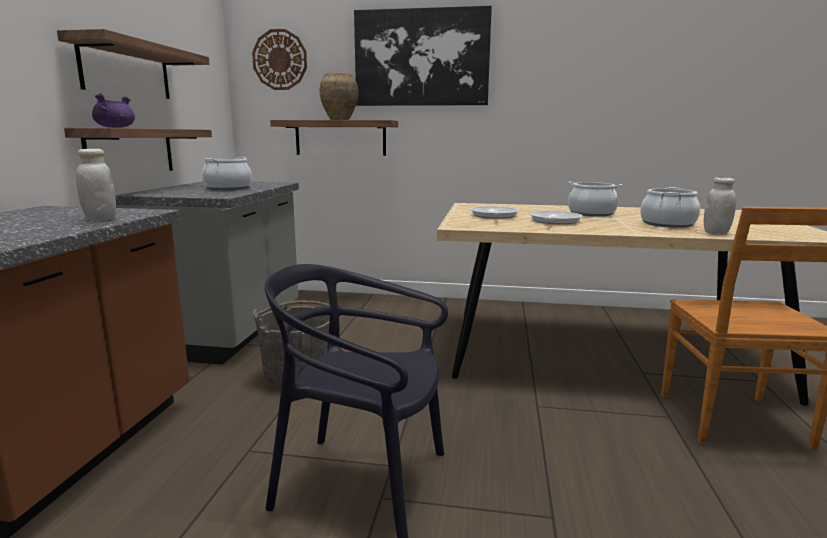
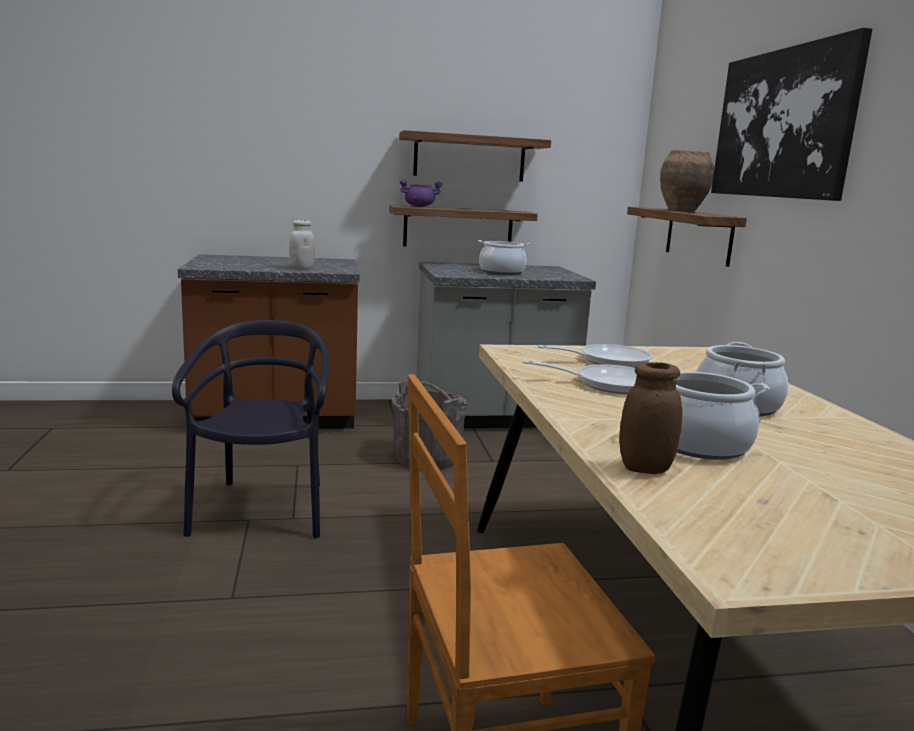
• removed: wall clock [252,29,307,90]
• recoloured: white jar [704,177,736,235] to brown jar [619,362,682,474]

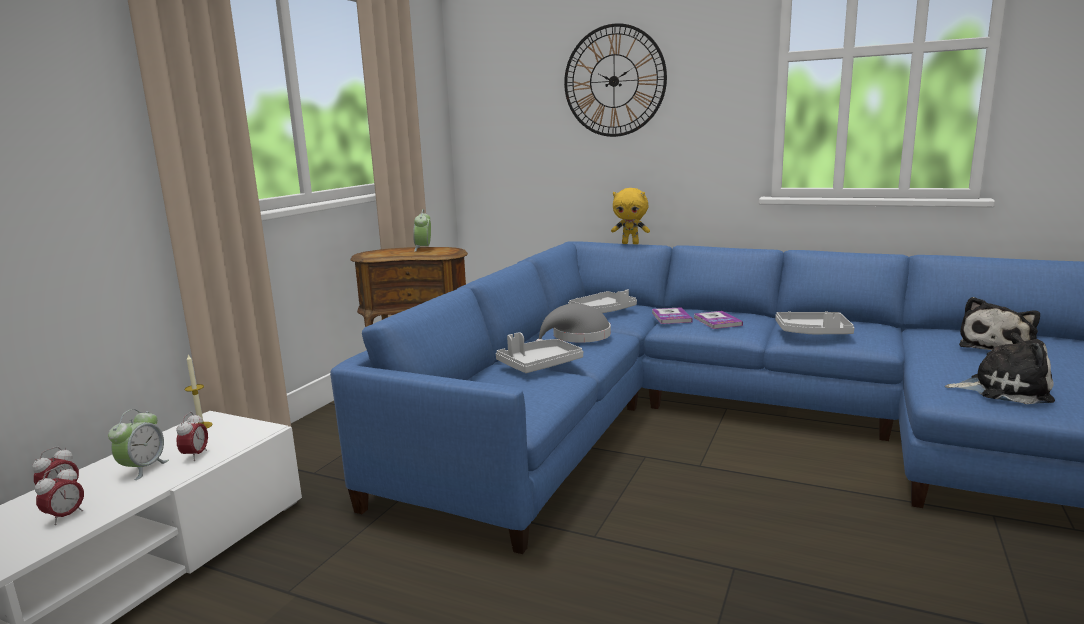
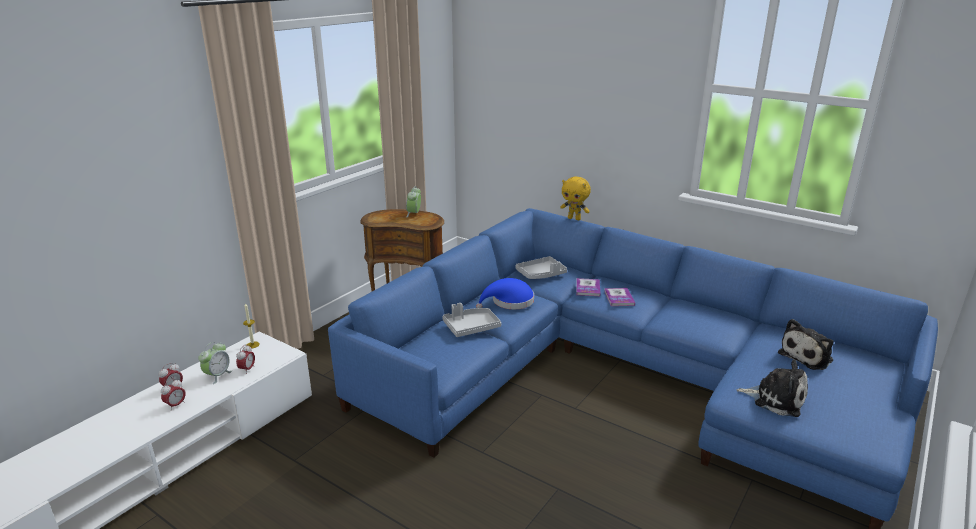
• removed: wall clock [564,23,667,137]
• removed: grey tray [775,312,854,334]
• recoloured: grey hat [536,303,611,343] to blue hat [476,278,534,309]

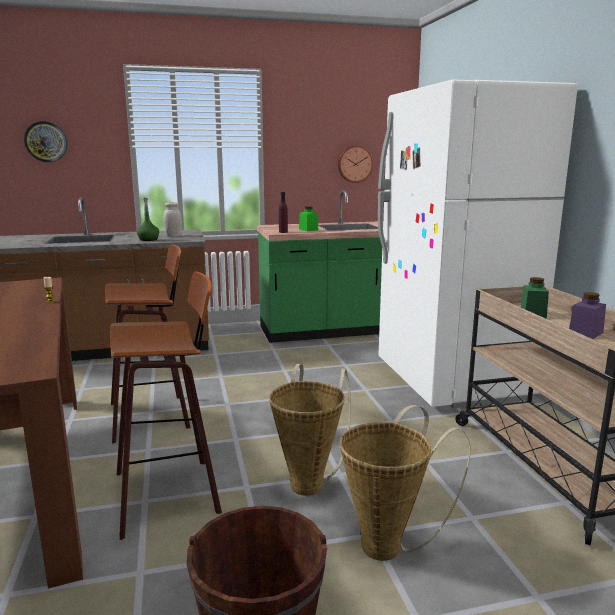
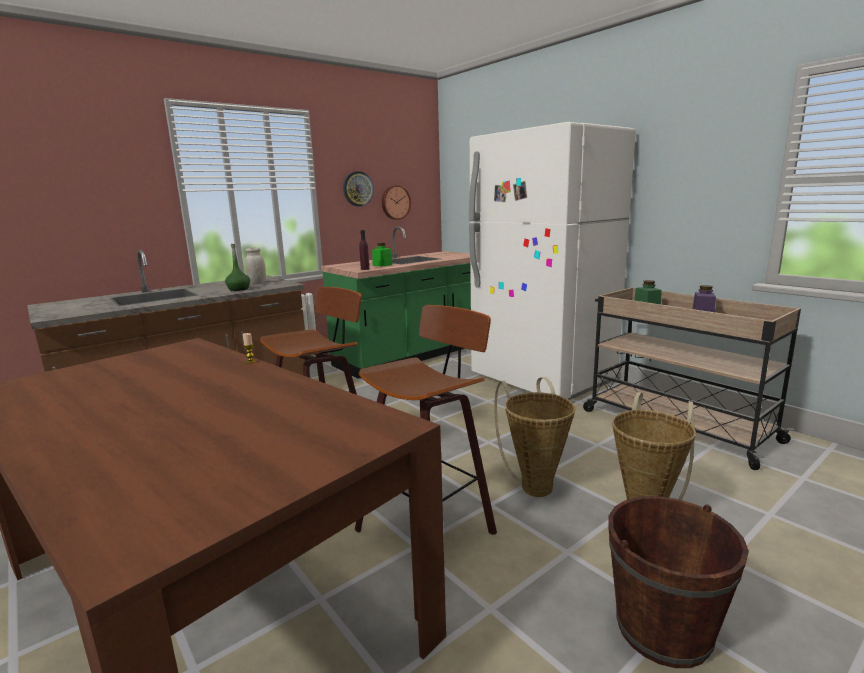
• moved: wall clock [24,121,67,162] to [343,171,374,207]

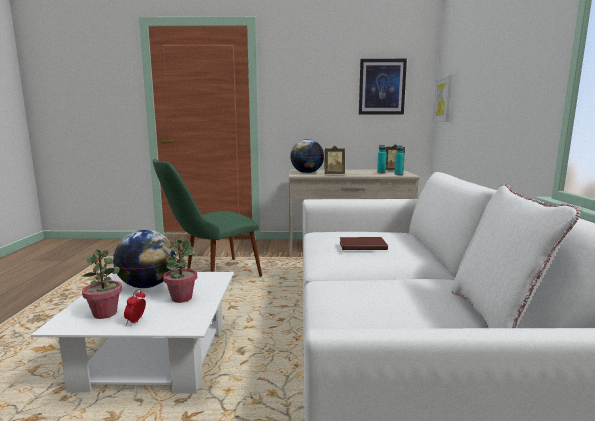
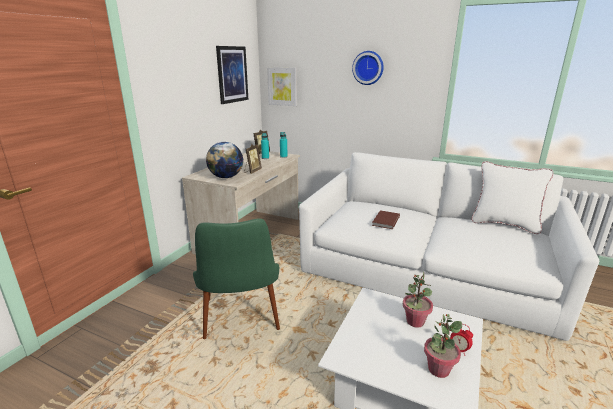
• removed: globe [113,230,176,288]
• added: wall clock [352,51,384,85]

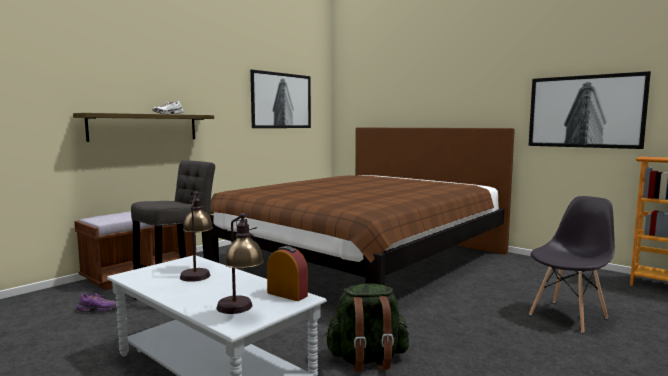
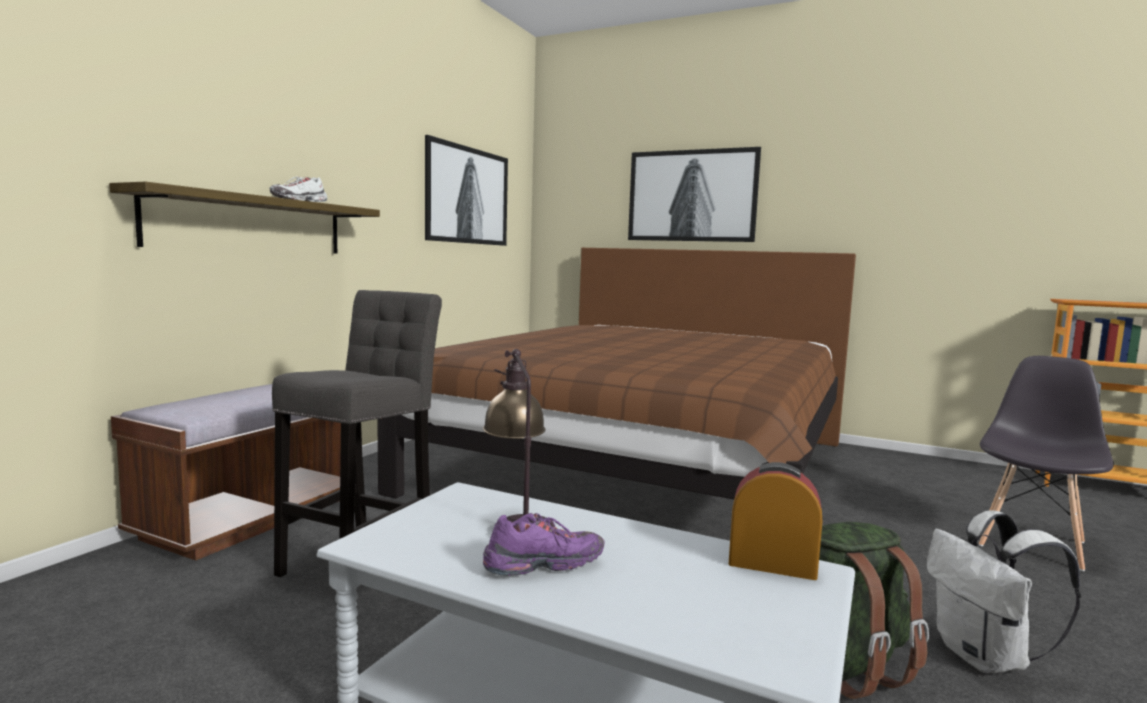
• removed: table lamp [217,213,264,314]
• added: white backpack [927,510,1081,673]
• moved: purple shoe [77,293,117,312] to [483,513,605,576]
• moved: picture [529,71,651,149] to [628,147,761,242]

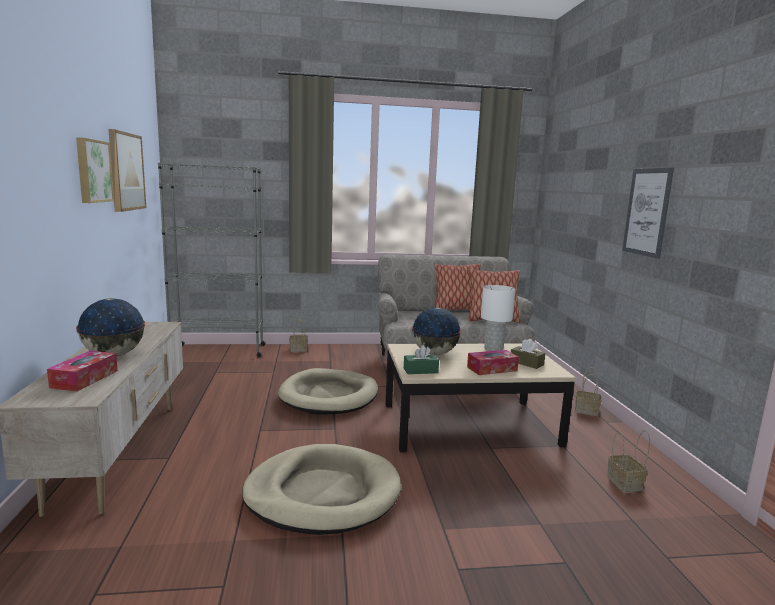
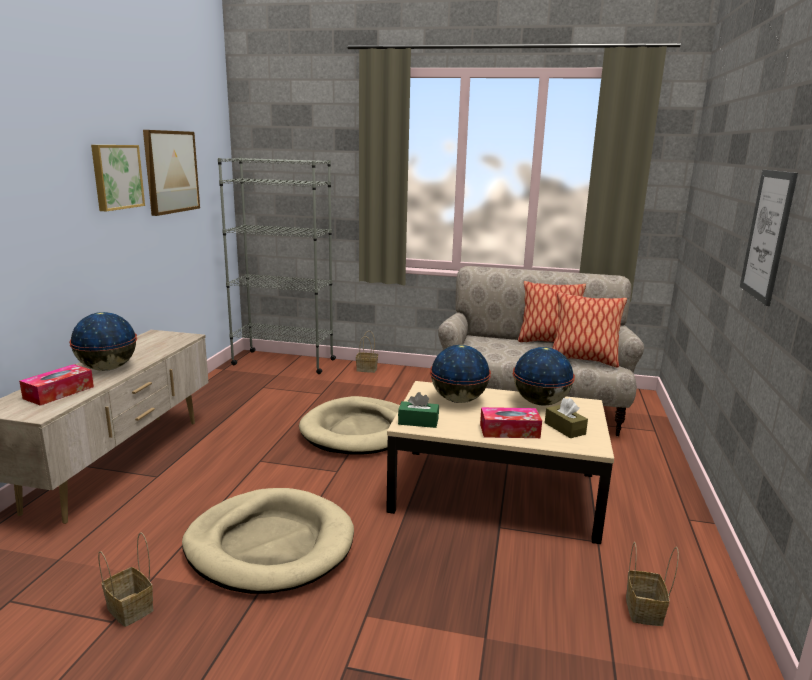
• moved: basket [575,367,602,416] to [98,532,154,627]
• replaced: white table lamp [481,285,516,351] to globe [513,347,575,406]

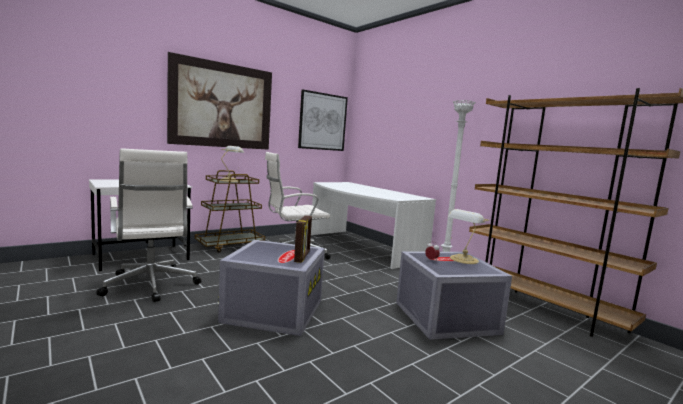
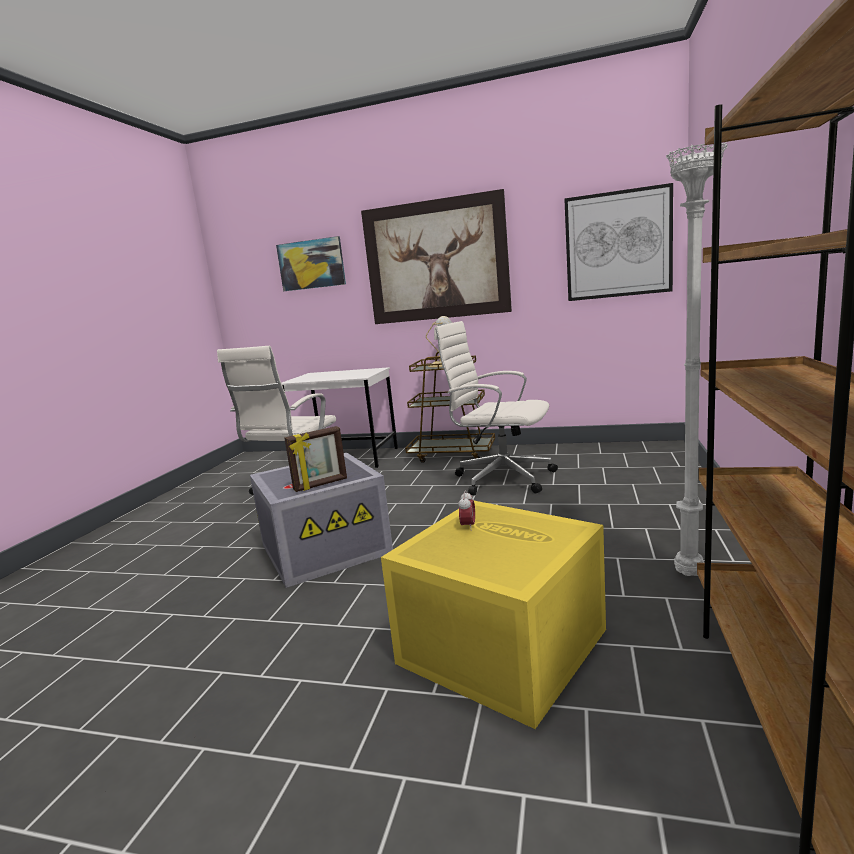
• removed: white desk [311,182,436,269]
• removed: table lamp [448,209,489,264]
• added: picture [276,236,346,291]
• recoloured: grey storage box [396,252,512,340] to yellow storage box [381,500,606,729]

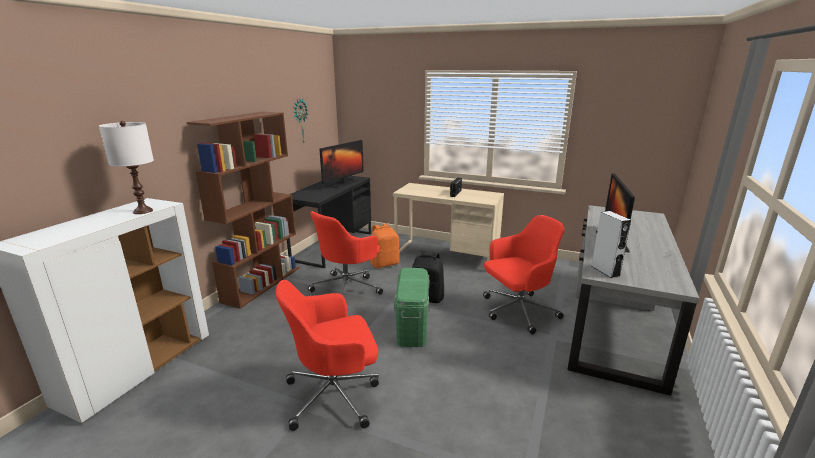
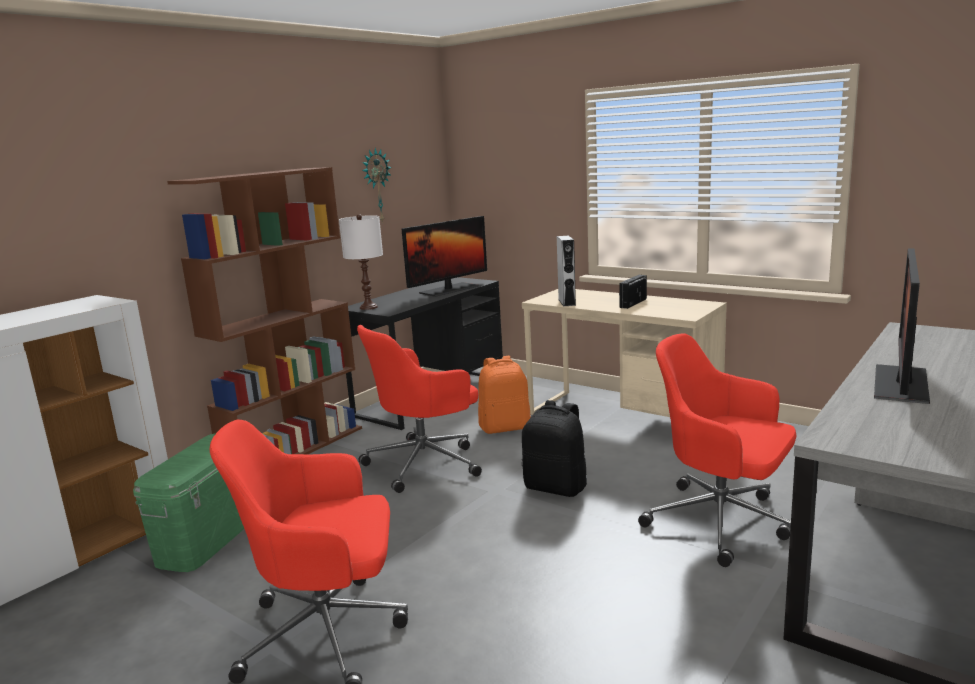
• moved: white table lamp [99,121,154,214] to [339,214,383,310]
• moved: green storage box [394,268,430,347] to [133,434,244,572]
• moved: grey speaker [591,211,631,278] to [557,235,576,307]
• turned: red office chair [483,215,565,335] = [638,333,796,567] 135 degrees counterclockwise

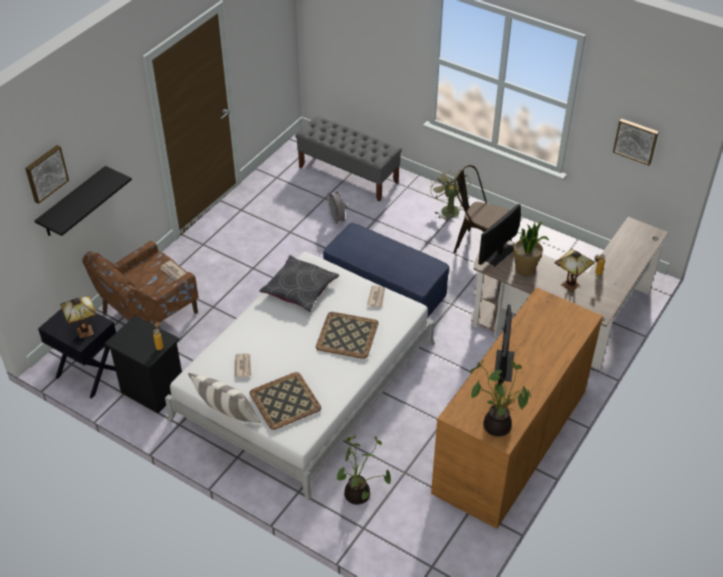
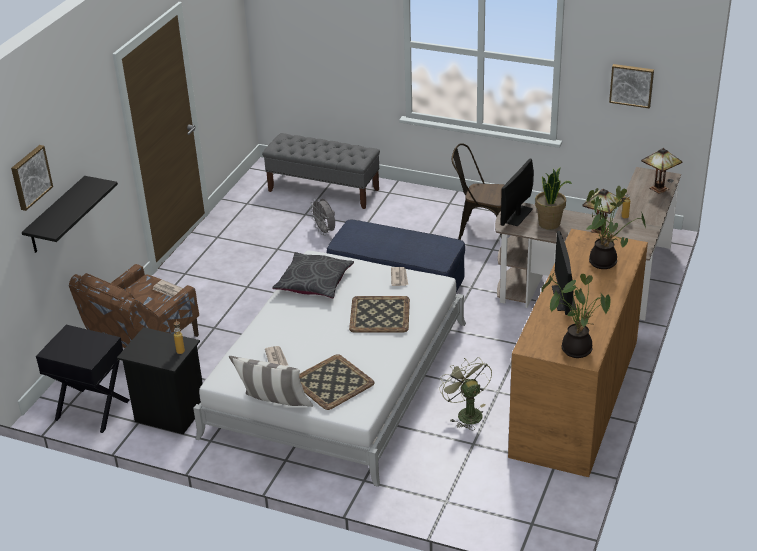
• moved: table lamp [60,295,97,338] to [641,148,682,194]
• moved: potted plant [337,436,391,505] to [586,186,646,269]
• moved: green fan [430,168,470,222] to [439,357,492,430]

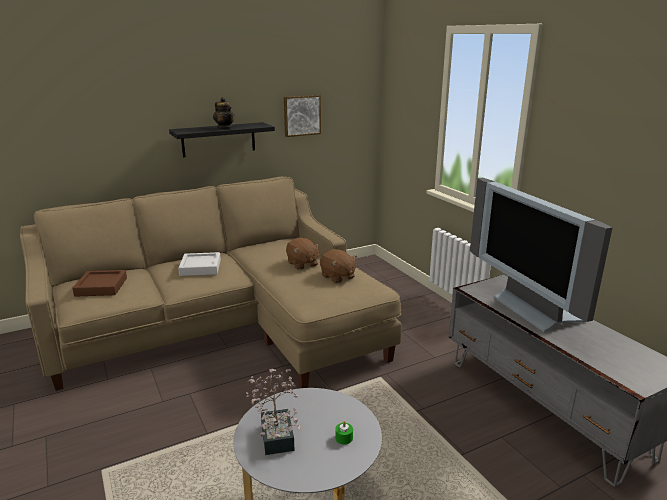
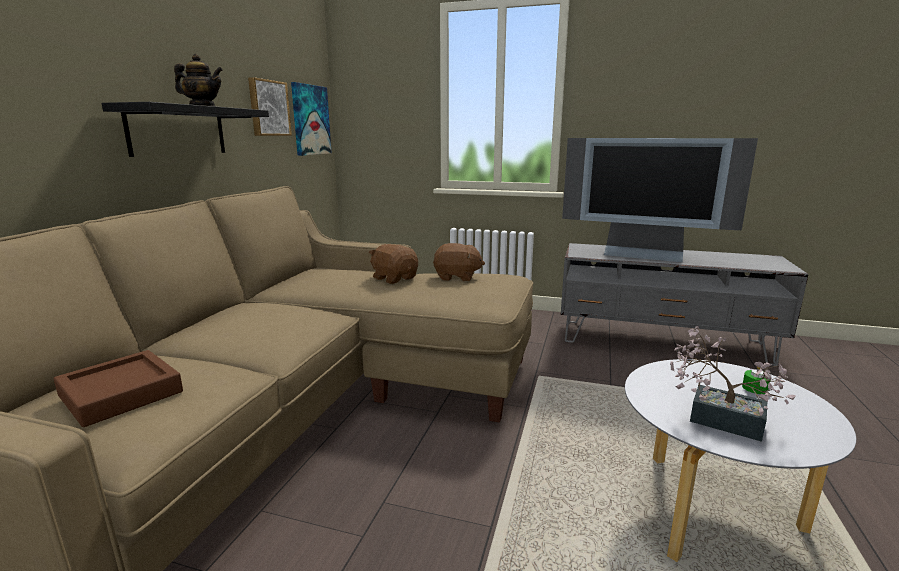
• removed: grey tray [178,252,221,276]
• added: picture [291,82,332,156]
• turned: brown plush toy [286,238,320,270] = [369,244,418,284] 150 degrees counterclockwise

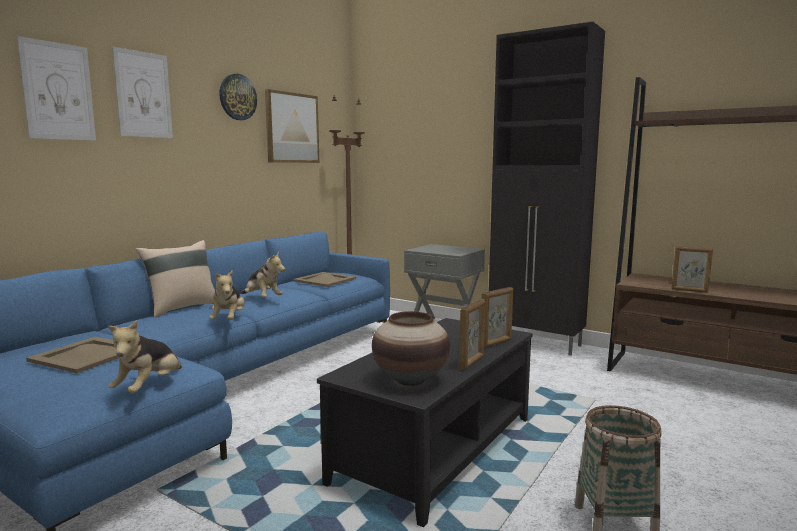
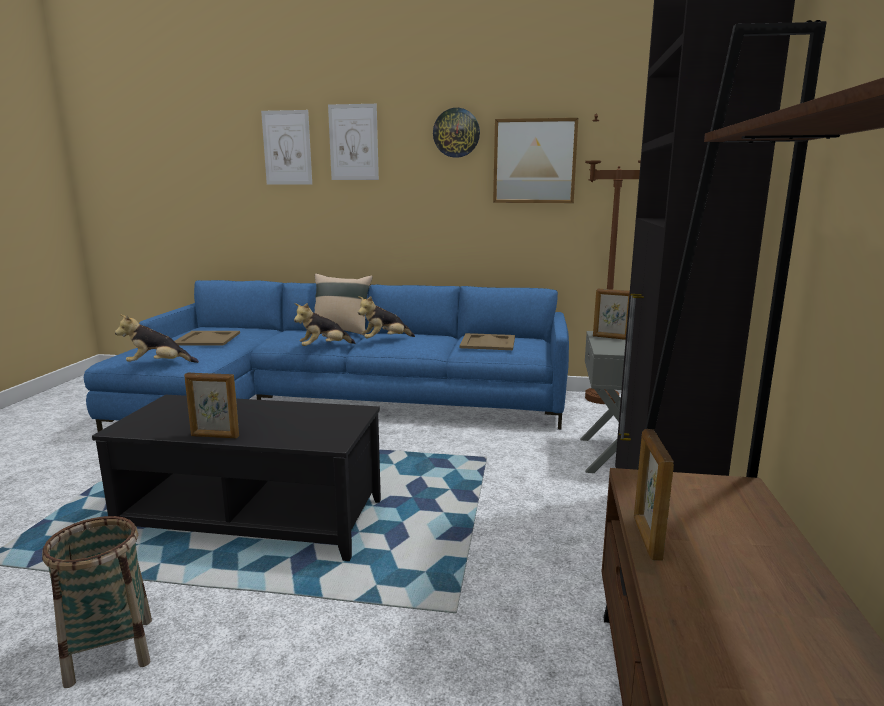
• removed: vase [372,311,450,386]
• moved: picture frame [482,287,513,348] to [593,288,630,340]
• turned: plush toy [241,252,285,297] = [358,296,415,339] 45 degrees clockwise

